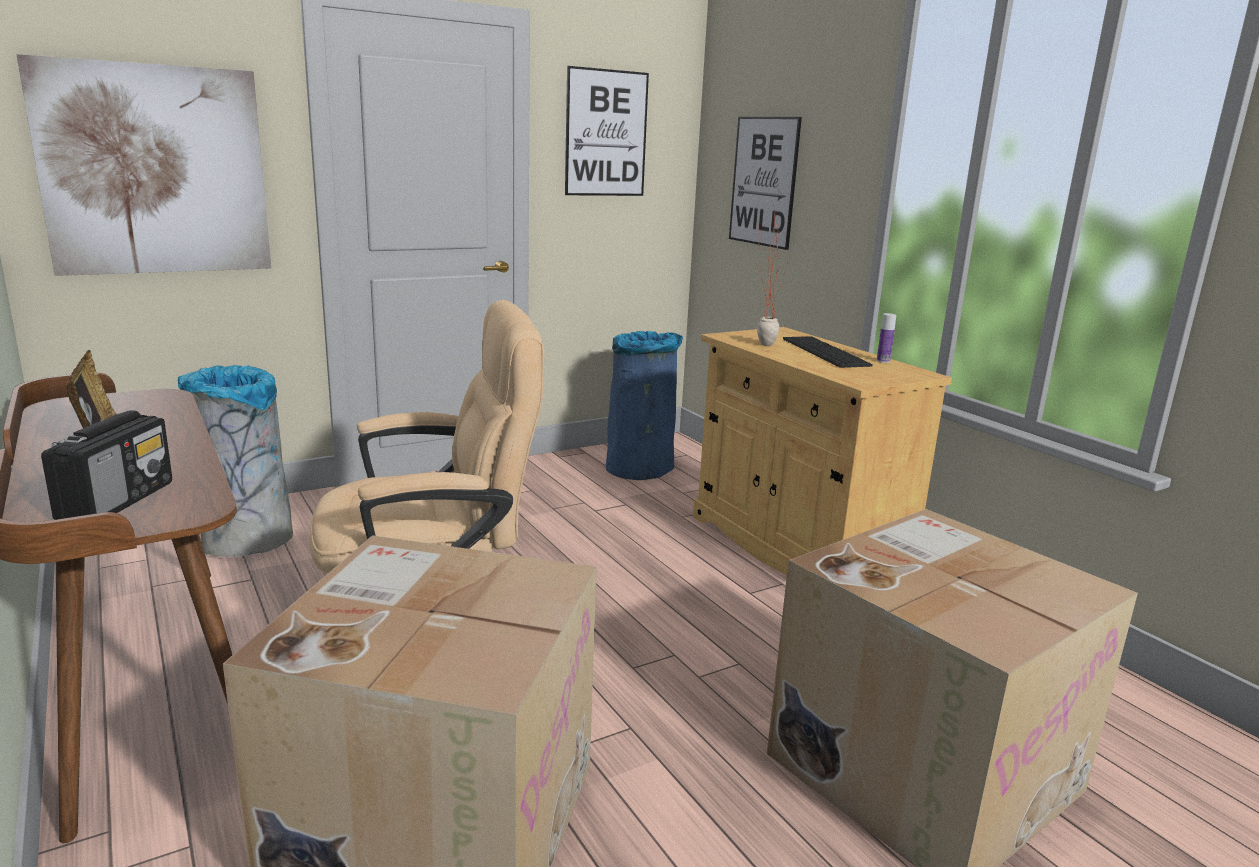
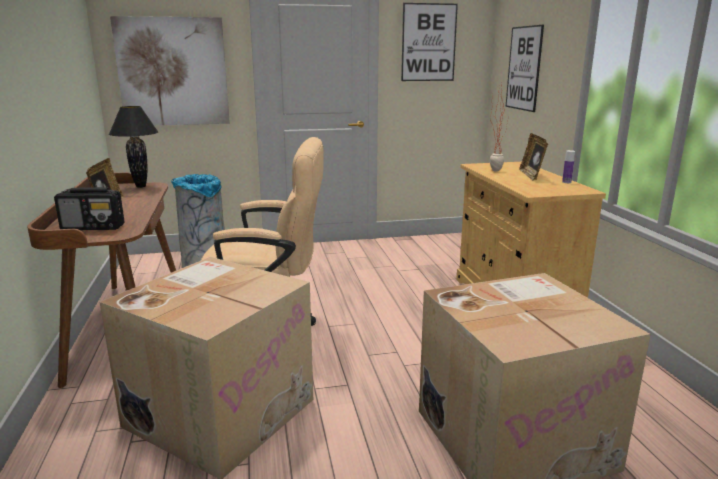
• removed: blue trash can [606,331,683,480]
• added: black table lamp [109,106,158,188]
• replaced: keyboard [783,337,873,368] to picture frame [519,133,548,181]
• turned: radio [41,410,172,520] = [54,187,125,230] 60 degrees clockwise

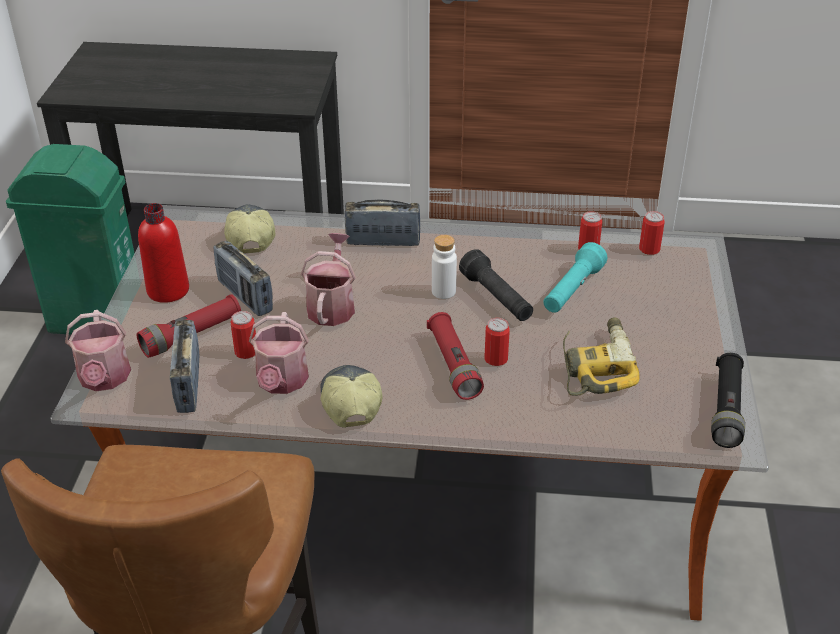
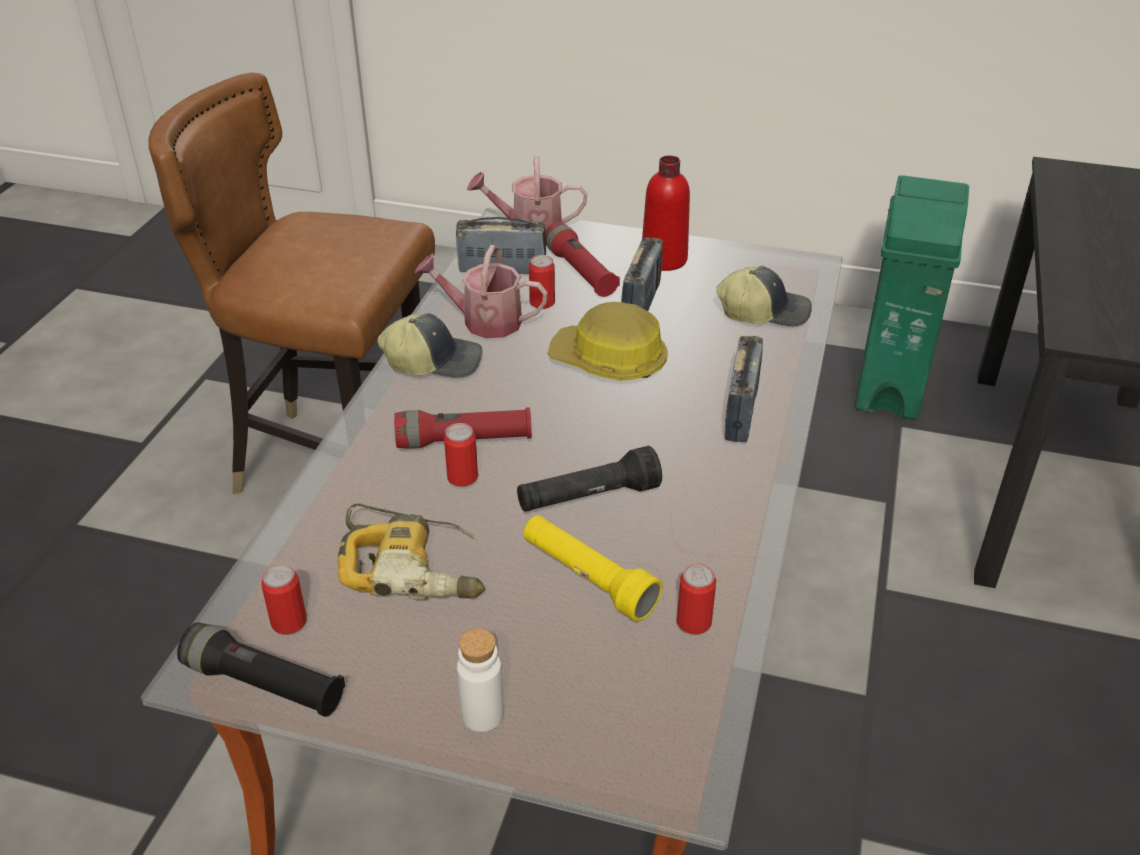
• moved: white bottle [432,235,457,299] to [457,628,504,732]
• moved: can [639,211,665,255] to [262,563,307,634]
• replaced: watering can [301,233,356,326] to hard hat [547,302,668,381]
• recoloured: turquoise flashlight [543,242,607,313] to yellow flashlight [523,515,662,622]
• turned: radio [213,241,273,316] = [621,238,663,311] 135 degrees clockwise

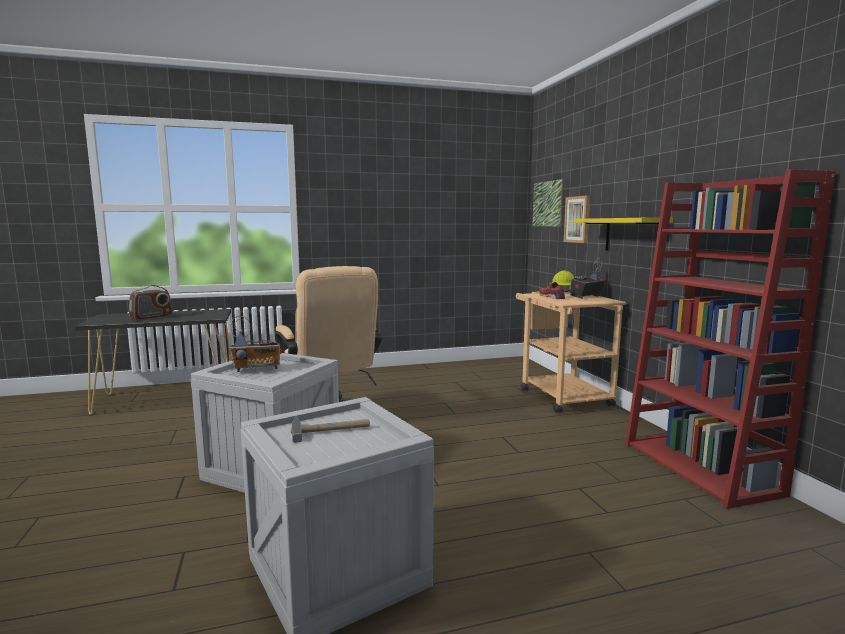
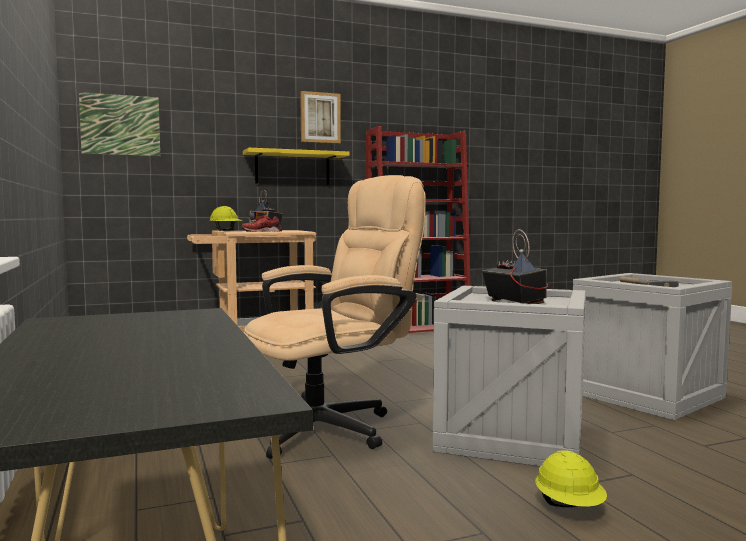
• removed: radio [129,285,173,320]
• added: yellow hard hat [535,450,607,507]
• moved: picture [564,195,590,243] to [300,91,341,144]

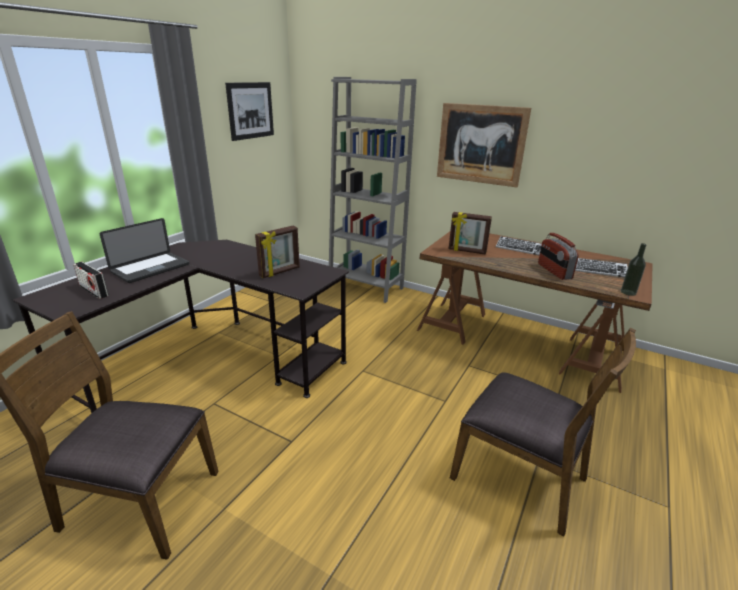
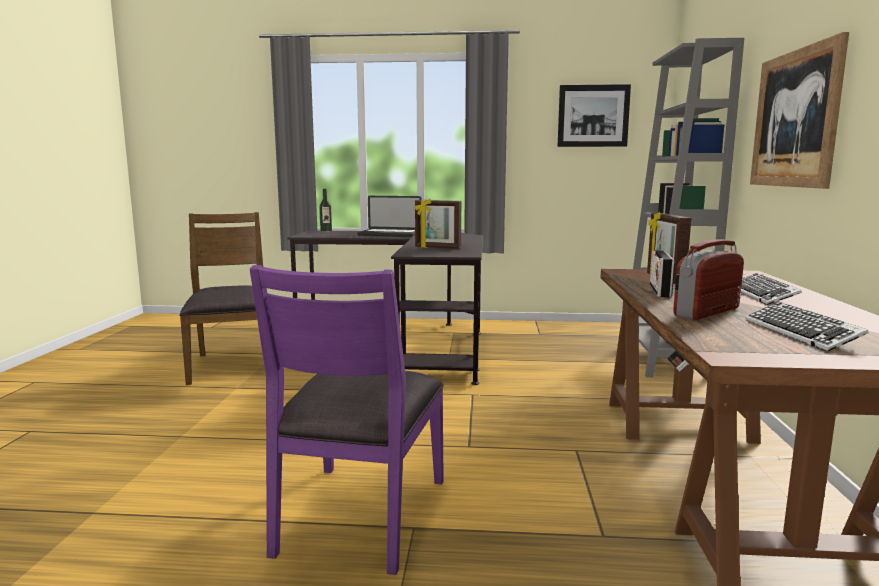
• moved: radio [73,262,109,299] to [650,250,675,297]
• moved: bottle [621,243,647,296] to [319,189,332,232]
• recoloured: brown chair [450,327,636,536] to purple chair [250,265,444,575]

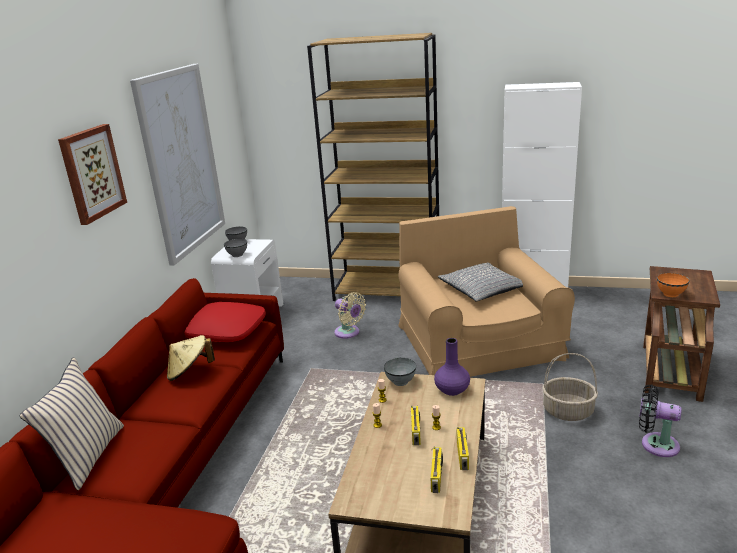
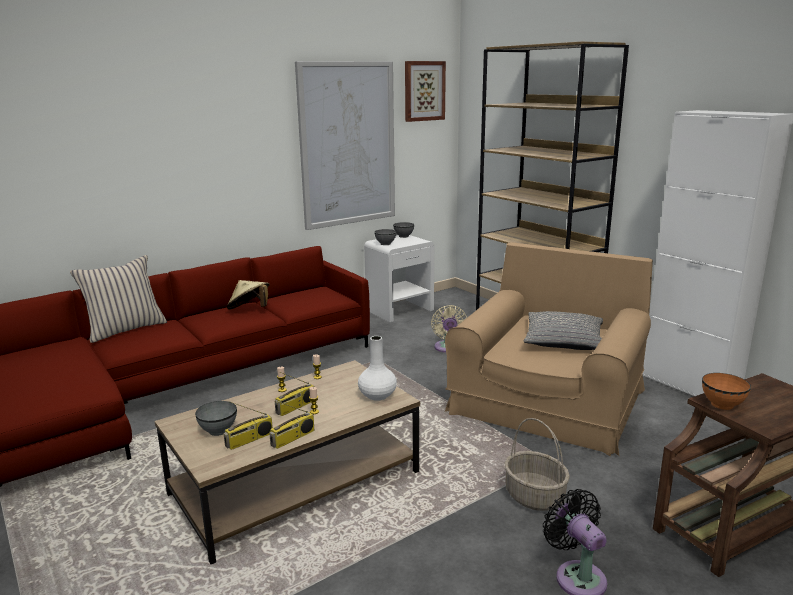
• removed: red pillow [184,302,266,342]
• moved: picture [58,124,127,225] to [405,61,446,122]
• moved: grey bowl [384,358,416,386] to [195,401,237,436]
• recoloured: purple vase [434,338,470,396] to white vase [358,336,397,401]

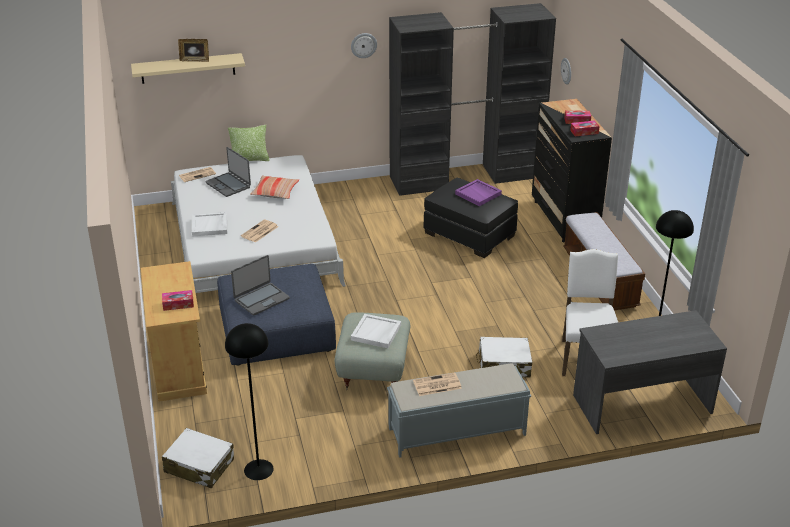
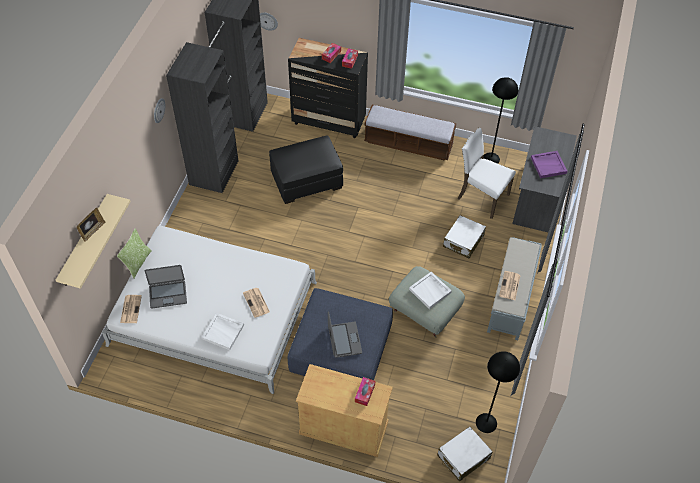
• removed: pillow [250,176,299,199]
• moved: purple tray [455,179,502,206] to [531,151,567,178]

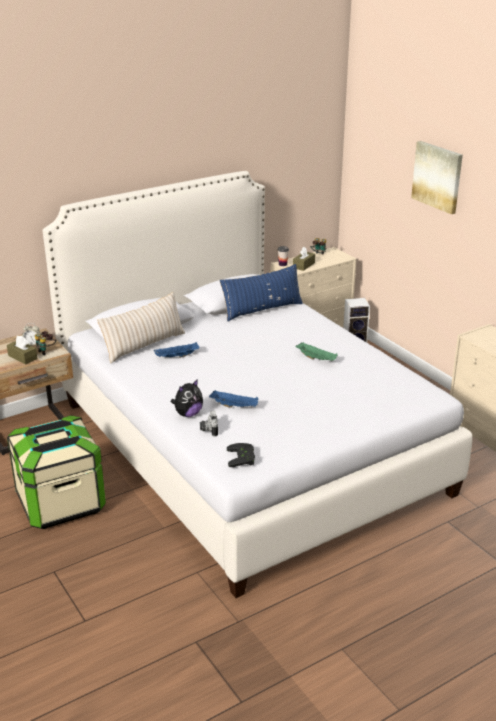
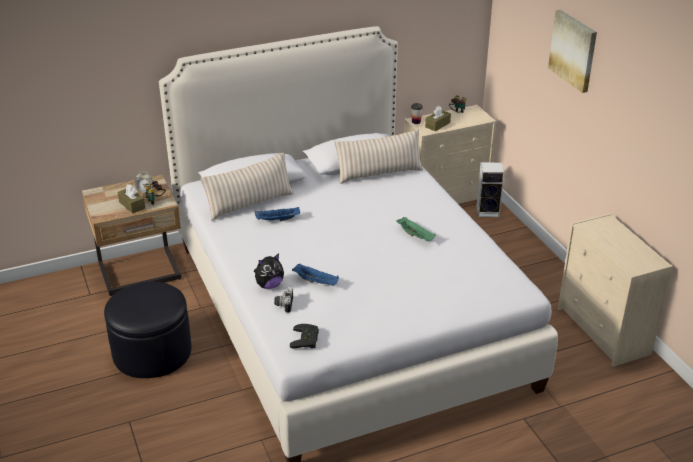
• replaced: storage box [7,415,106,529] to black ottoman [104,282,191,378]
• recoloured: blue pillow [220,264,303,321] to beige pillow [335,129,423,184]

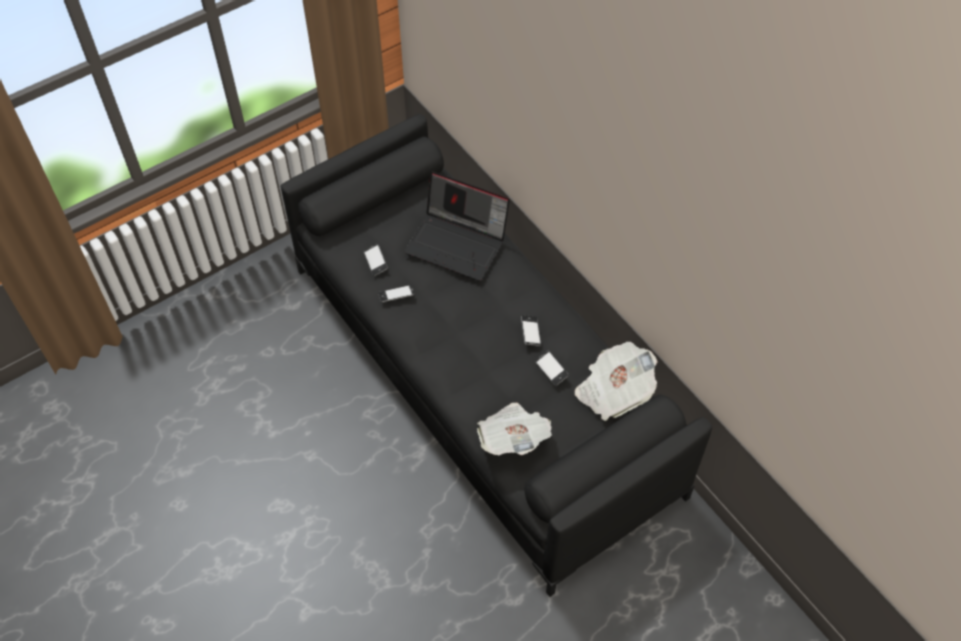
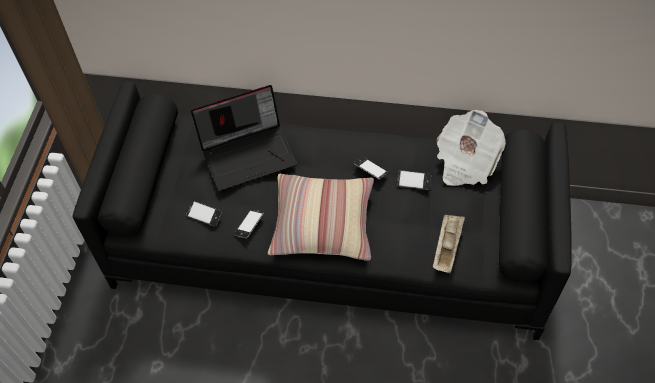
• added: pillow [268,174,374,261]
• replaced: newspaper [477,403,552,455] to beige tray [433,215,465,273]

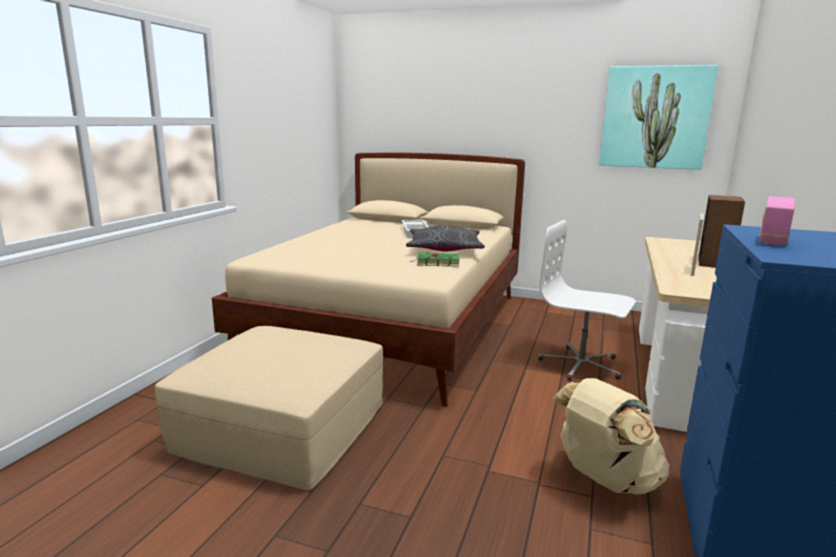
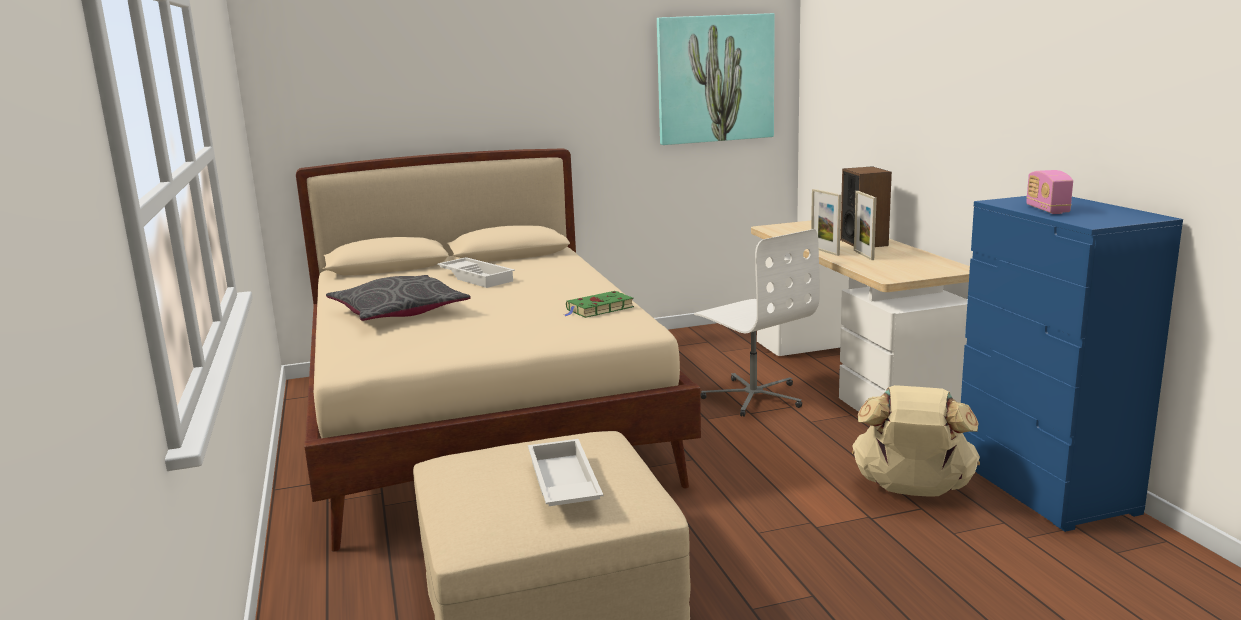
• added: white tray [528,439,603,506]
• added: picture frame [811,189,841,256]
• moved: grey pillow [406,225,485,251] to [326,275,471,321]
• turned: white office chair [538,220,636,381] = [694,229,820,417] 120 degrees counterclockwise

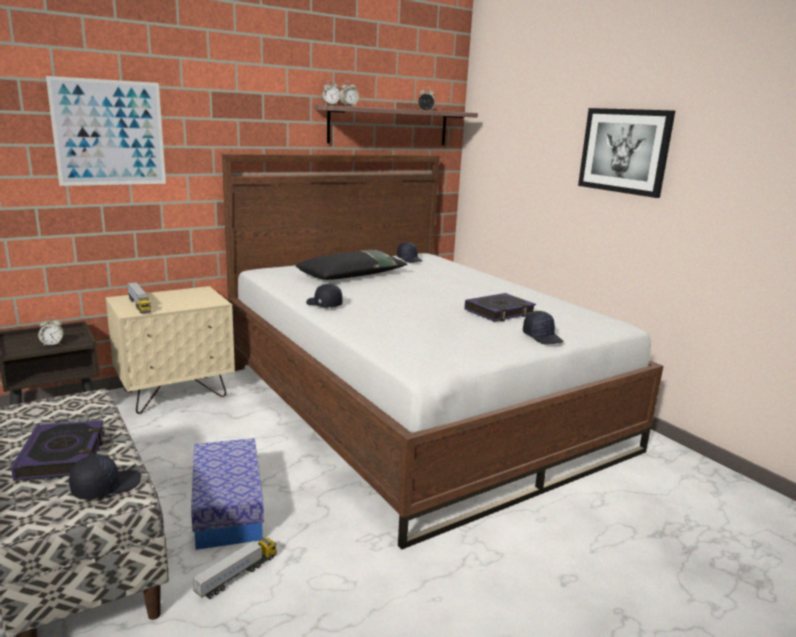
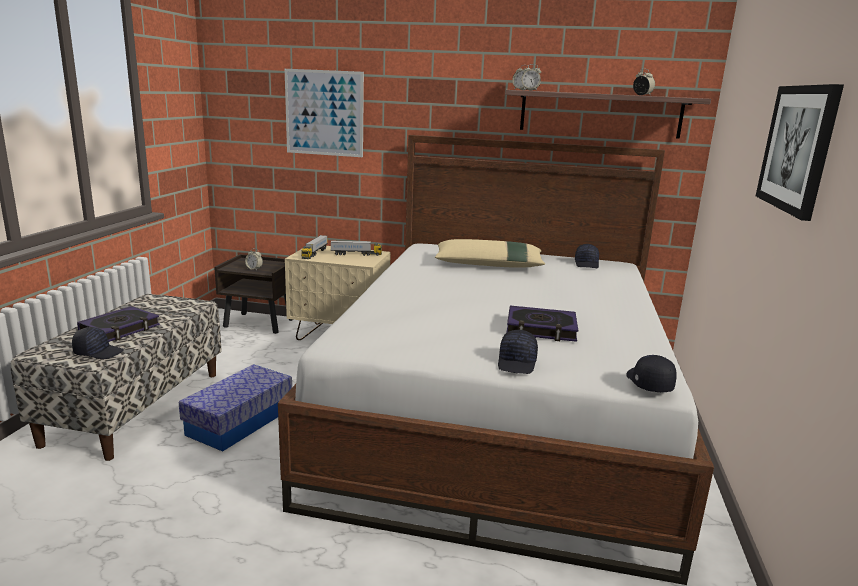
• moved: toy truck [192,538,277,599] to [331,241,382,256]
• moved: black cap [306,284,342,308] to [626,355,677,392]
• recoloured: black pillow [296,250,408,280] to beige pillow [435,239,545,268]

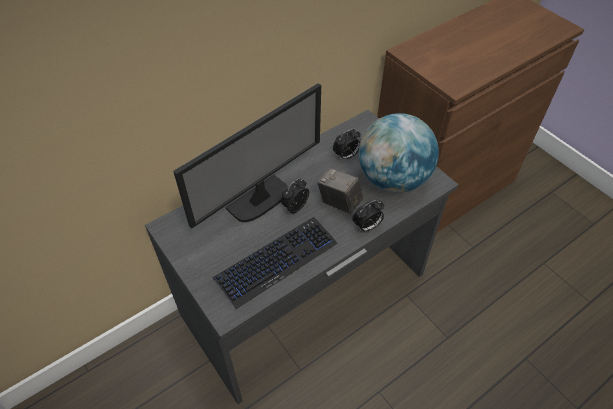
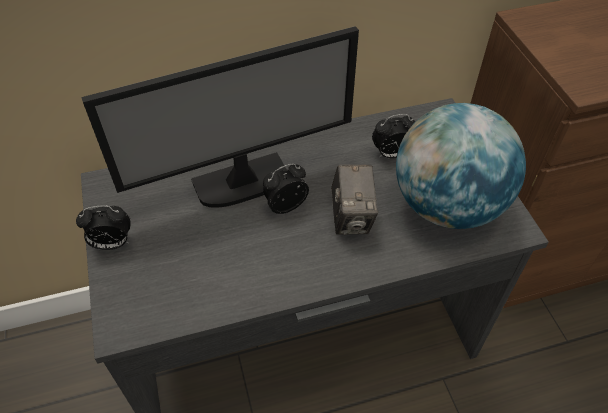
• removed: keyboard [213,217,338,309]
• moved: alarm clock [352,200,384,231] to [76,205,130,250]
• turned: photo camera [317,168,363,214] = [331,164,378,235] 150 degrees counterclockwise

